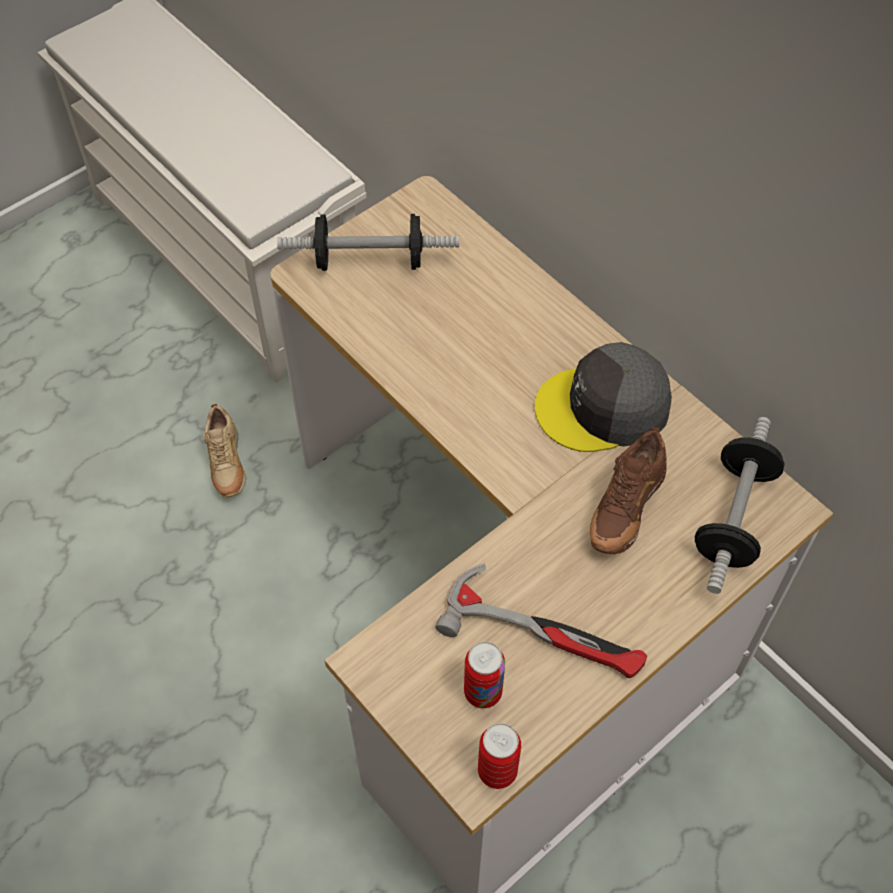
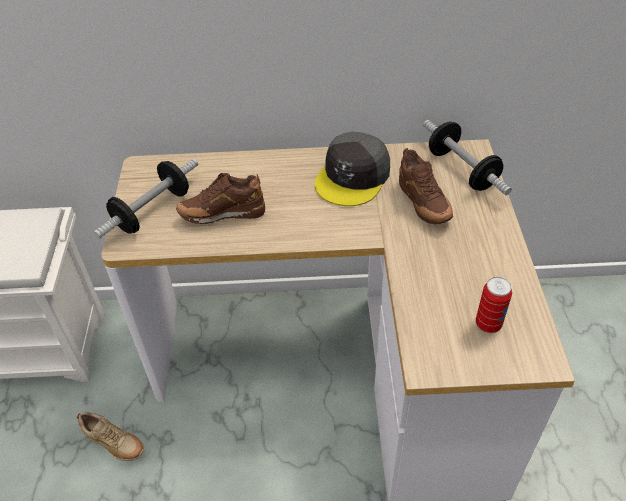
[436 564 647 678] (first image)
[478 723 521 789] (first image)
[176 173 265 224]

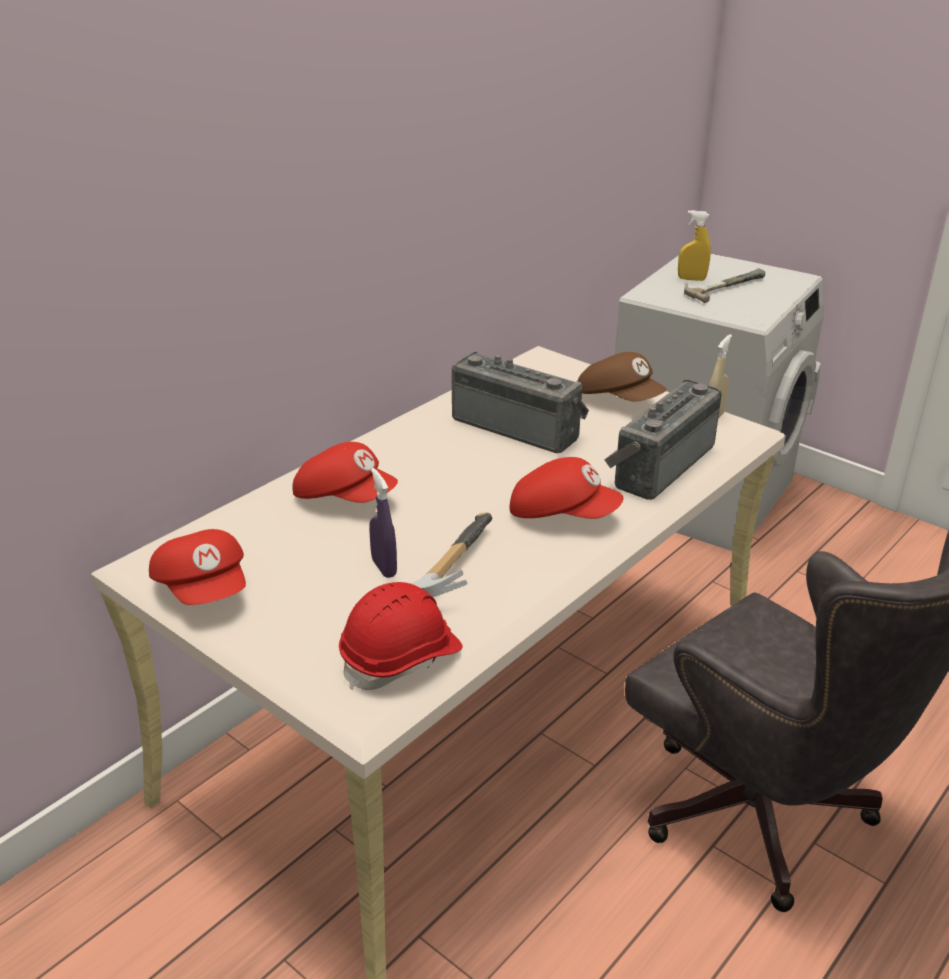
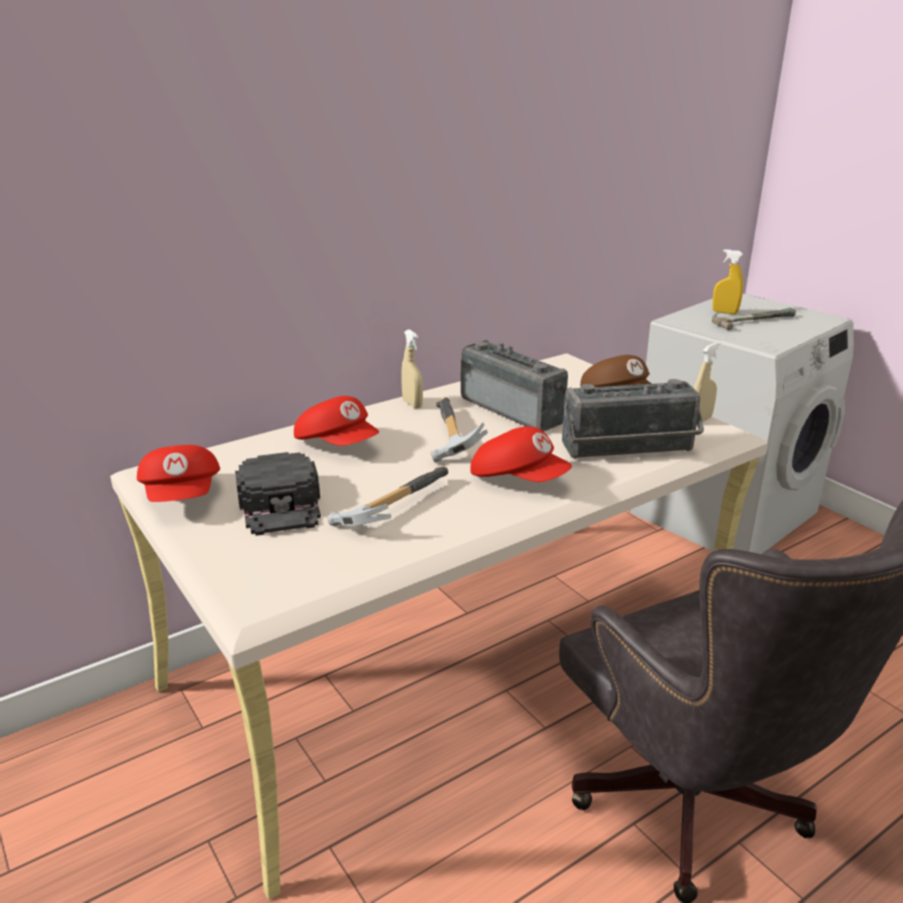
[339 582 463 690] (first image)
[369 468 397 578] (first image)
[235 452 321 536]
[401 329 423 408]
[430 397 488 463]
[562 379 704 459]

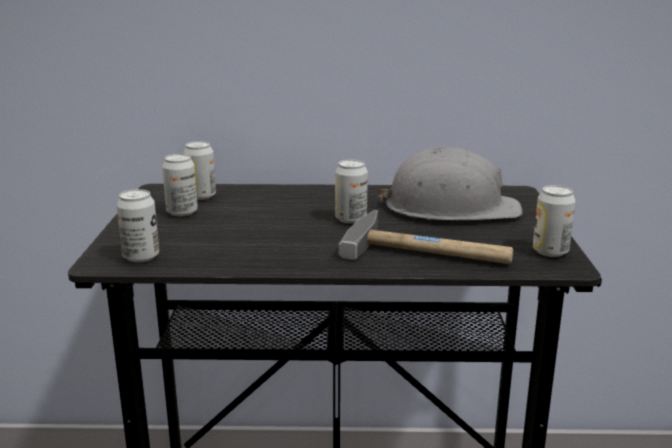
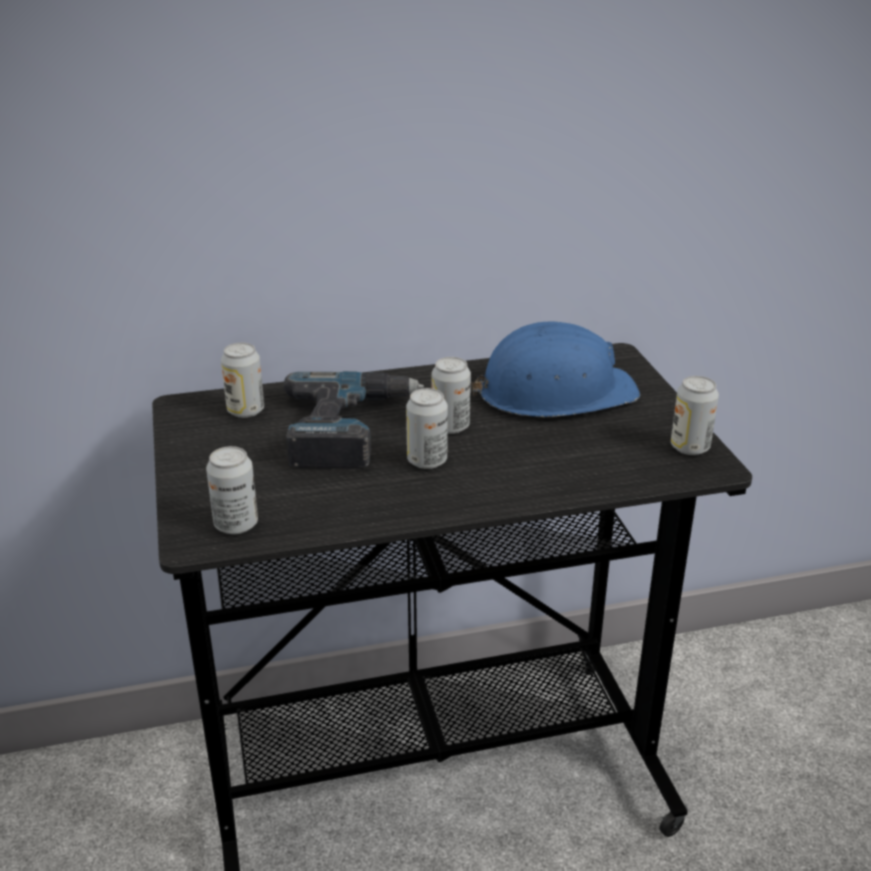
[339 210 513 264] (first image)
[284 371 424 469]
[406 388 448 469]
[471 322 640 417]

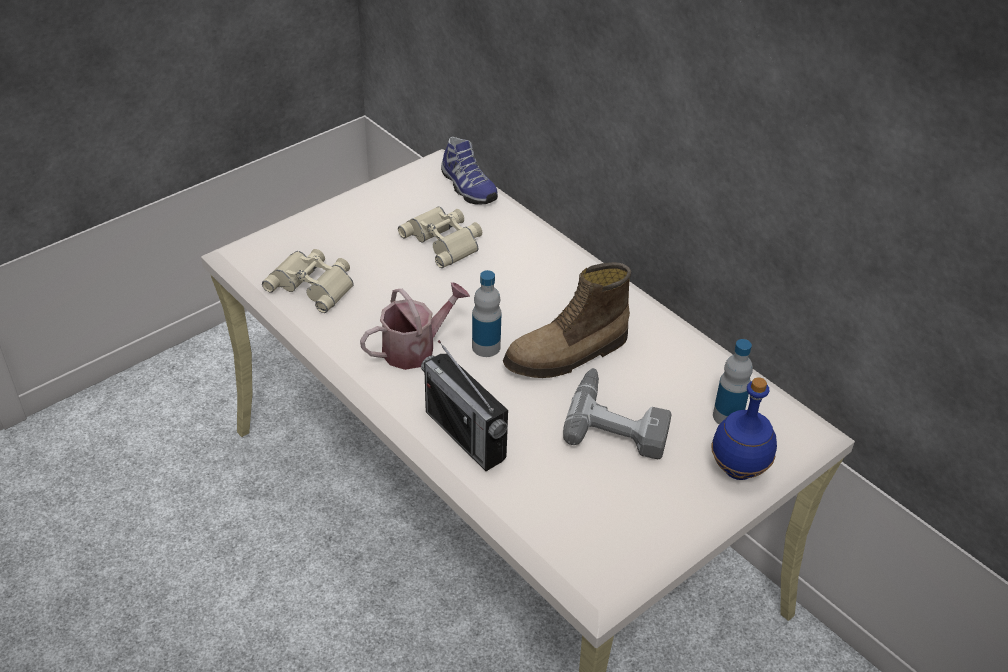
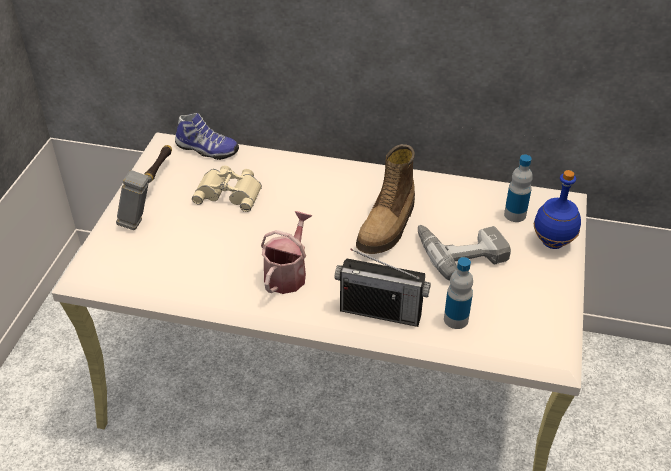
[262 249 354 313] (first image)
[116 145 172 230]
[444 257 473 329]

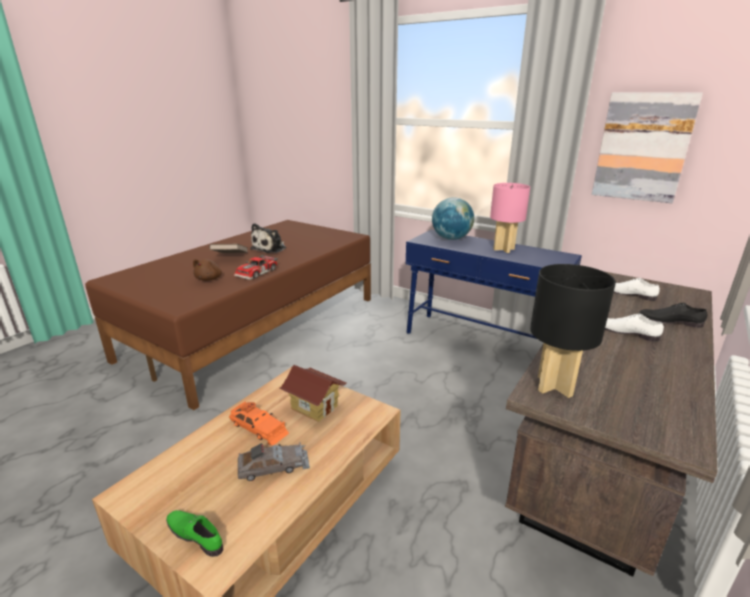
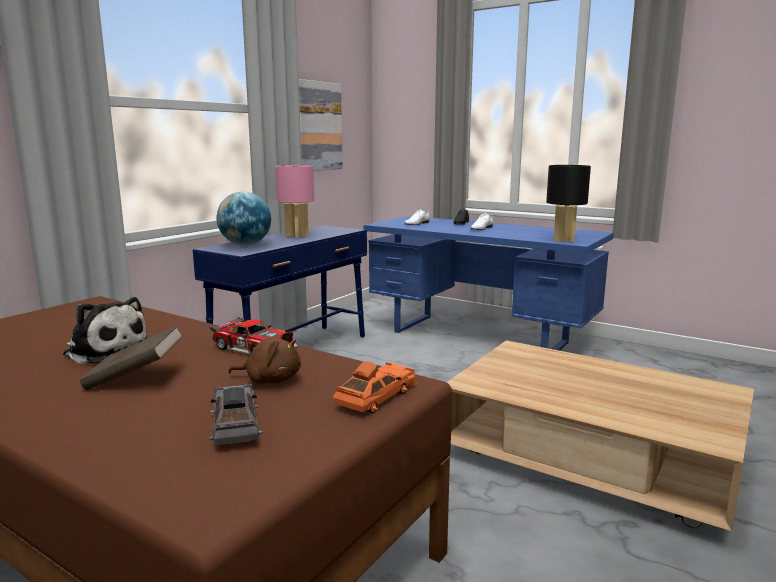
[166 510 224 557] (first image)
[279 365 347 422] (first image)
[333 361 418 414]
[208 384 263 445]
[363 216 614 351]

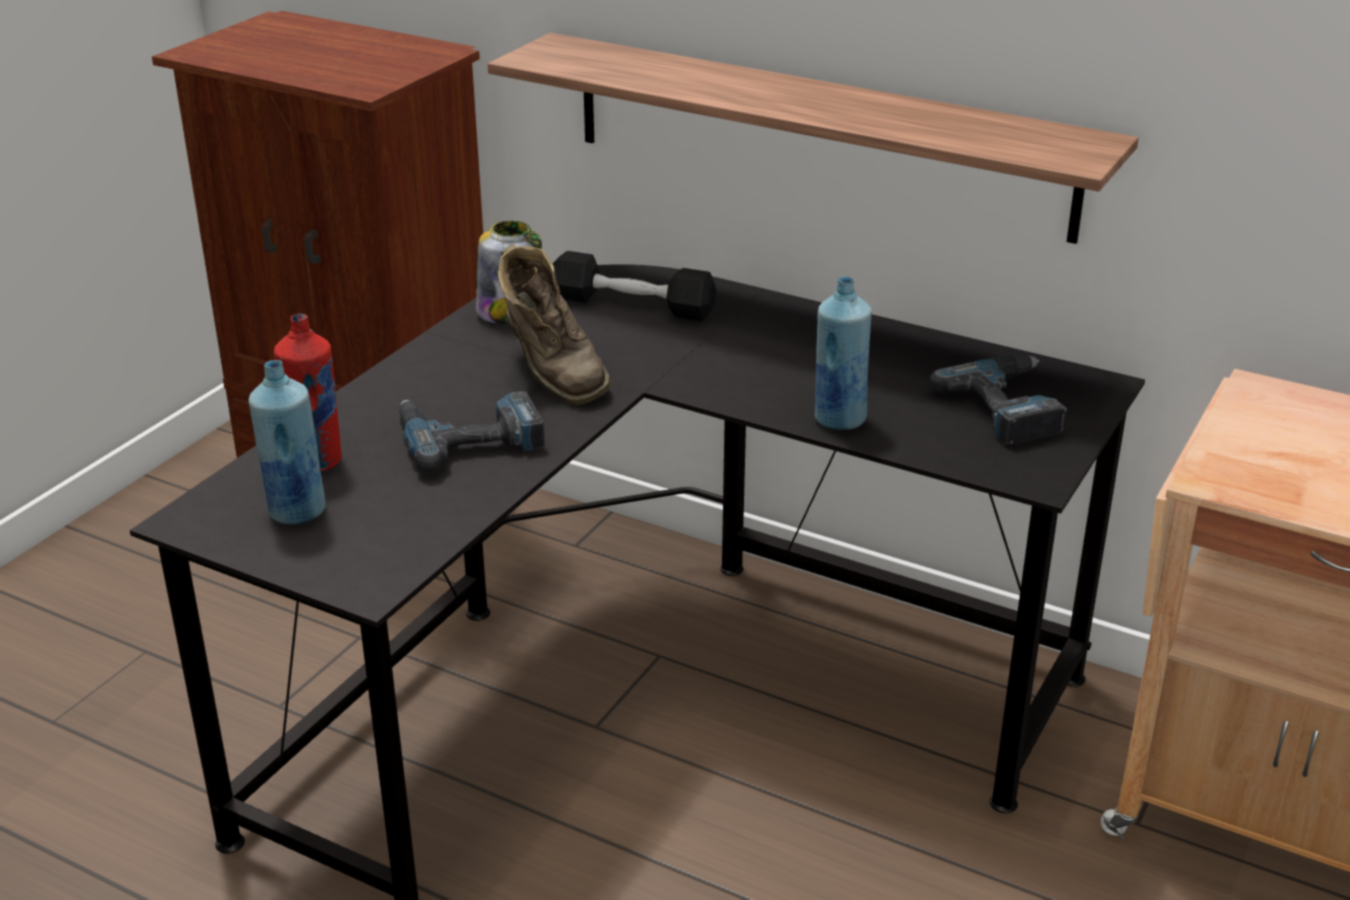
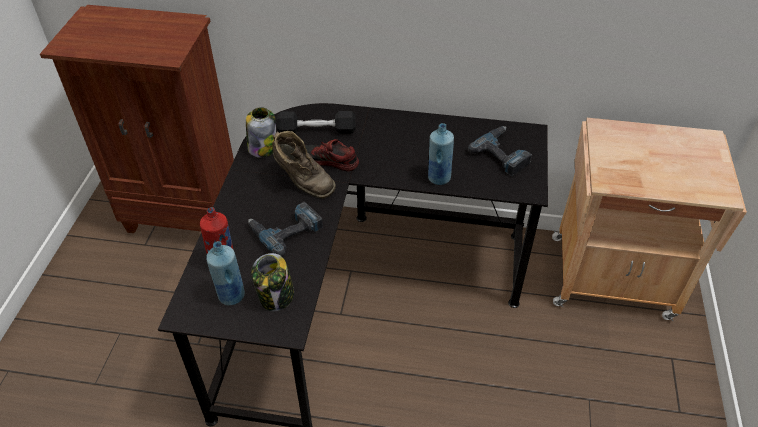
[488 33 1139 244] (first image)
[251 253 294 311]
[305 139 359 172]

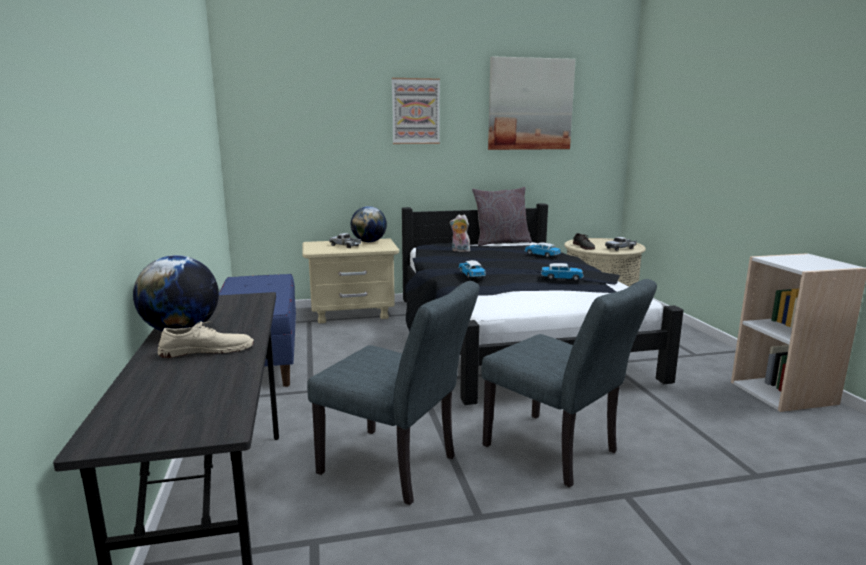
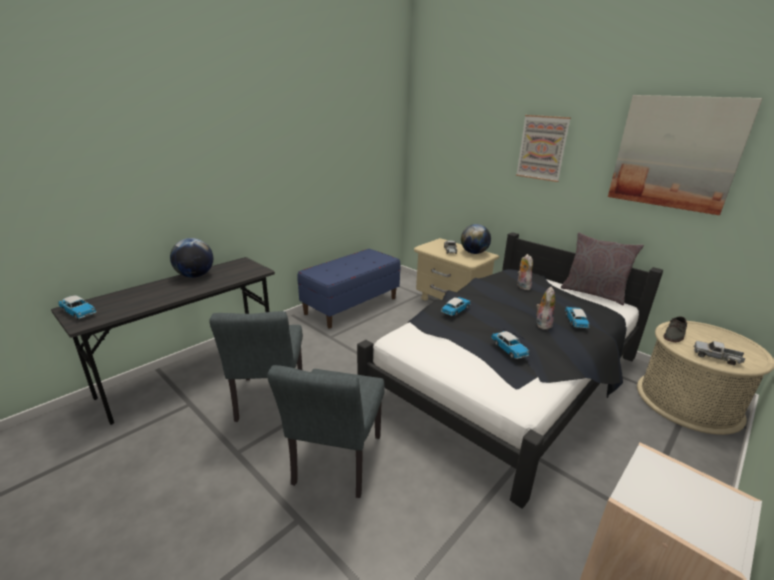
[158 321 254 358] (first image)
[58 295 97 320]
[536 287 555 330]

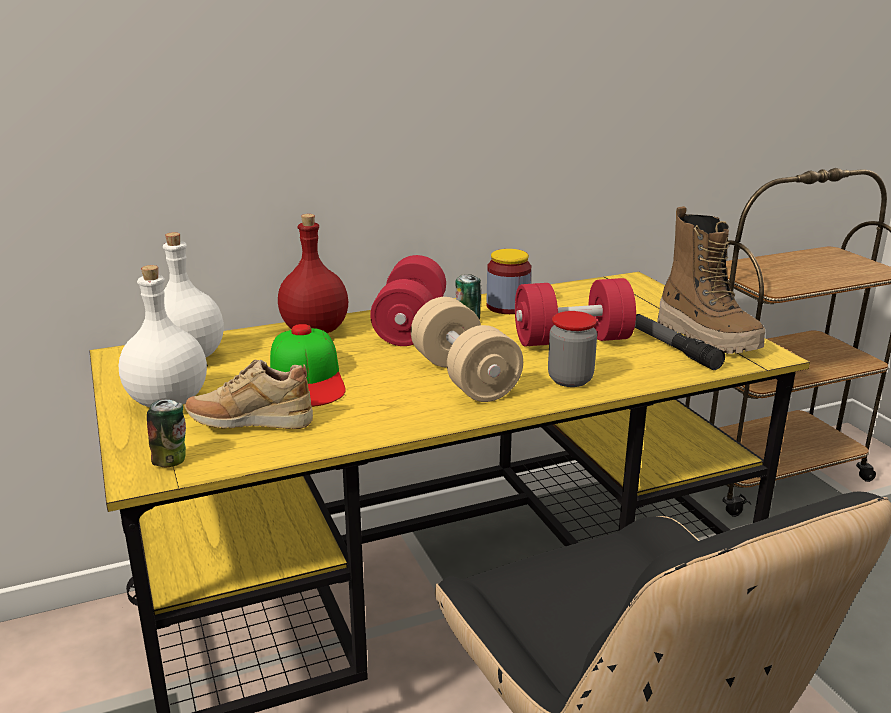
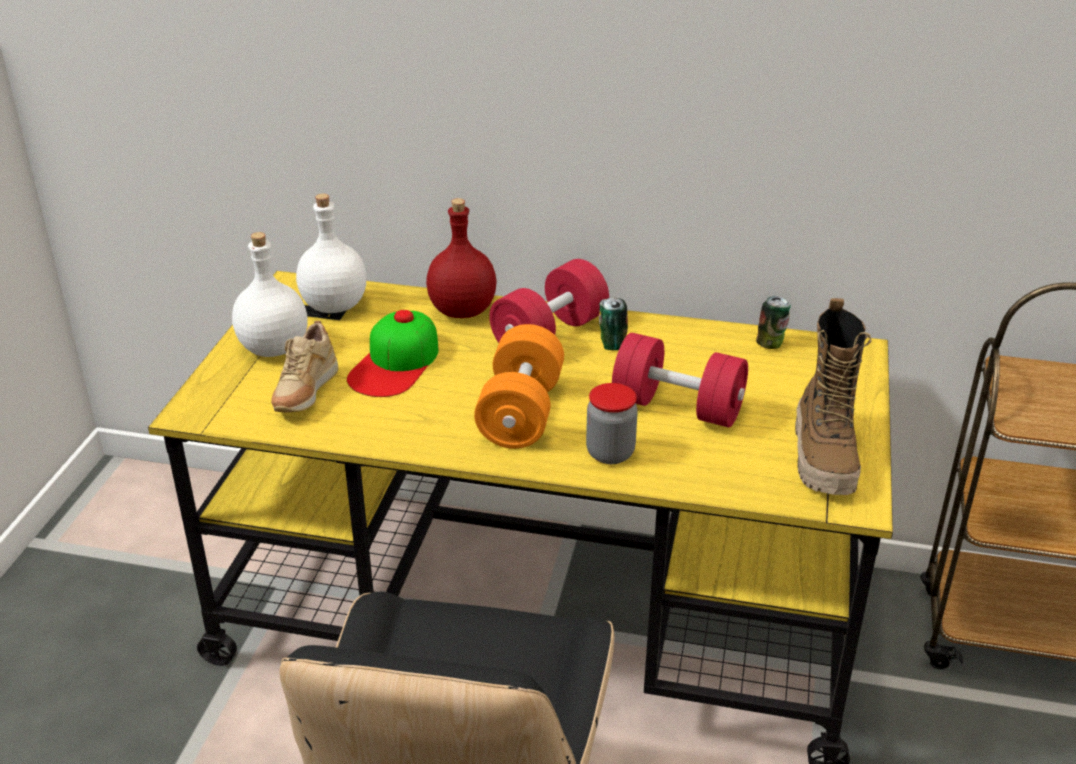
[486 249 531 314] (first image)
[635 314 725 370] (first image)
[756 296 791 349]
[474 324 564 449]
[271 321 339 412]

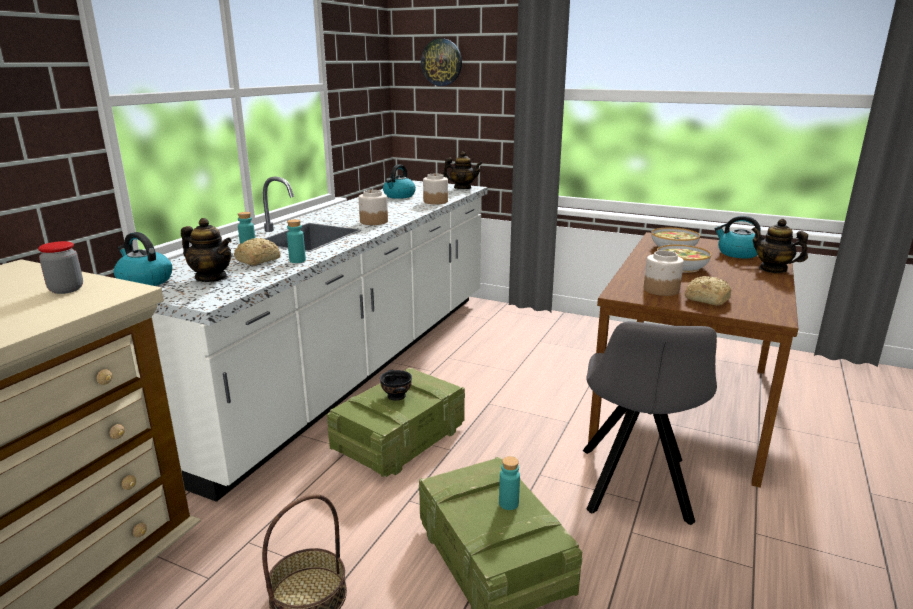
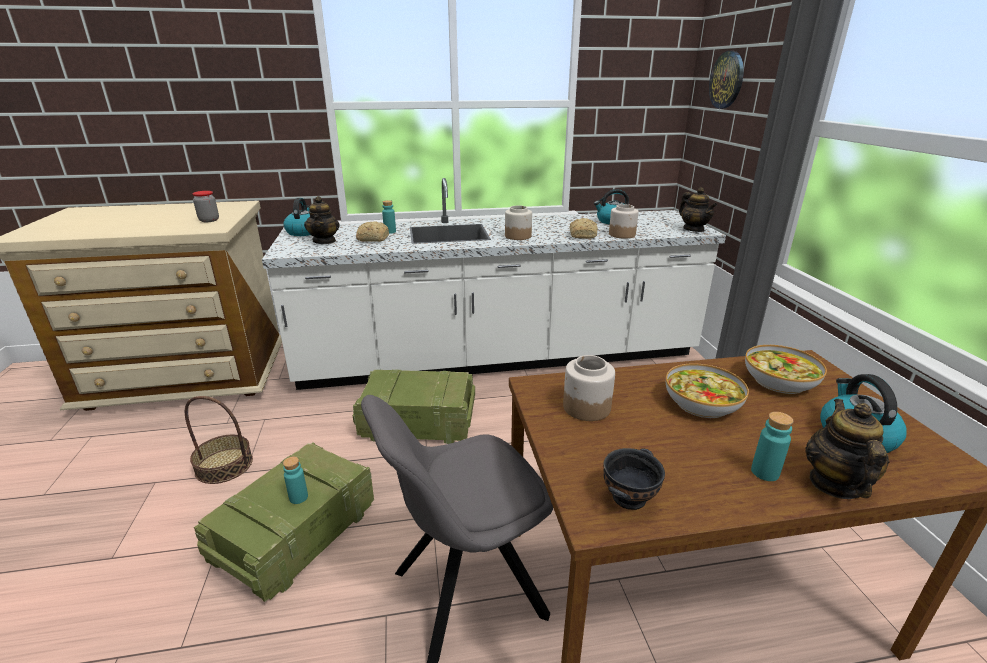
[751 412 794 481]
[603 448 665 510]
[569 218 598 239]

